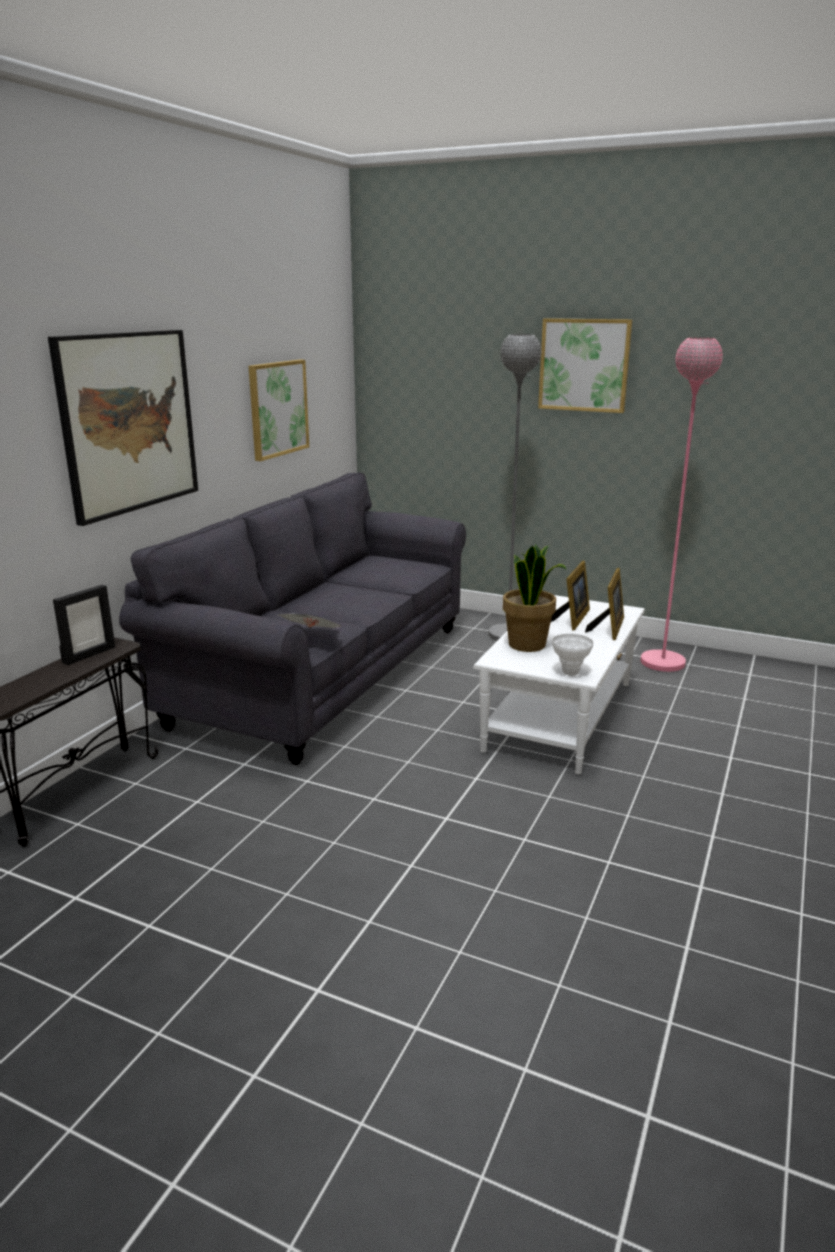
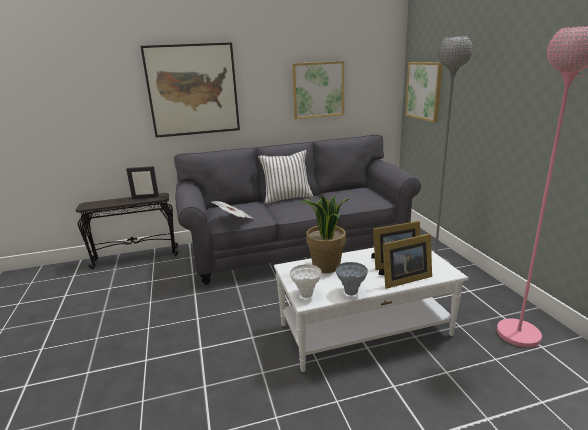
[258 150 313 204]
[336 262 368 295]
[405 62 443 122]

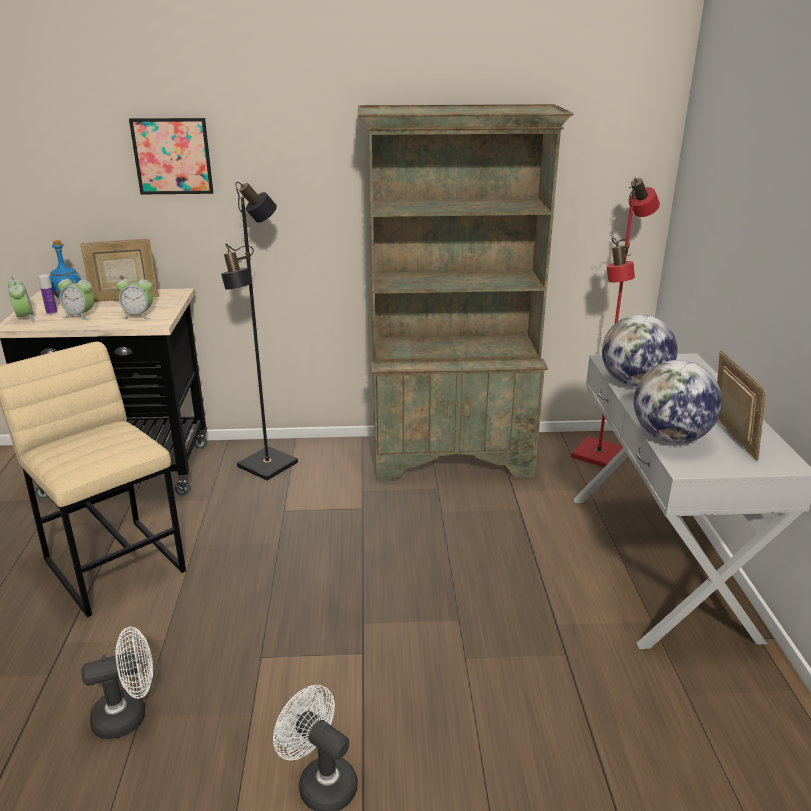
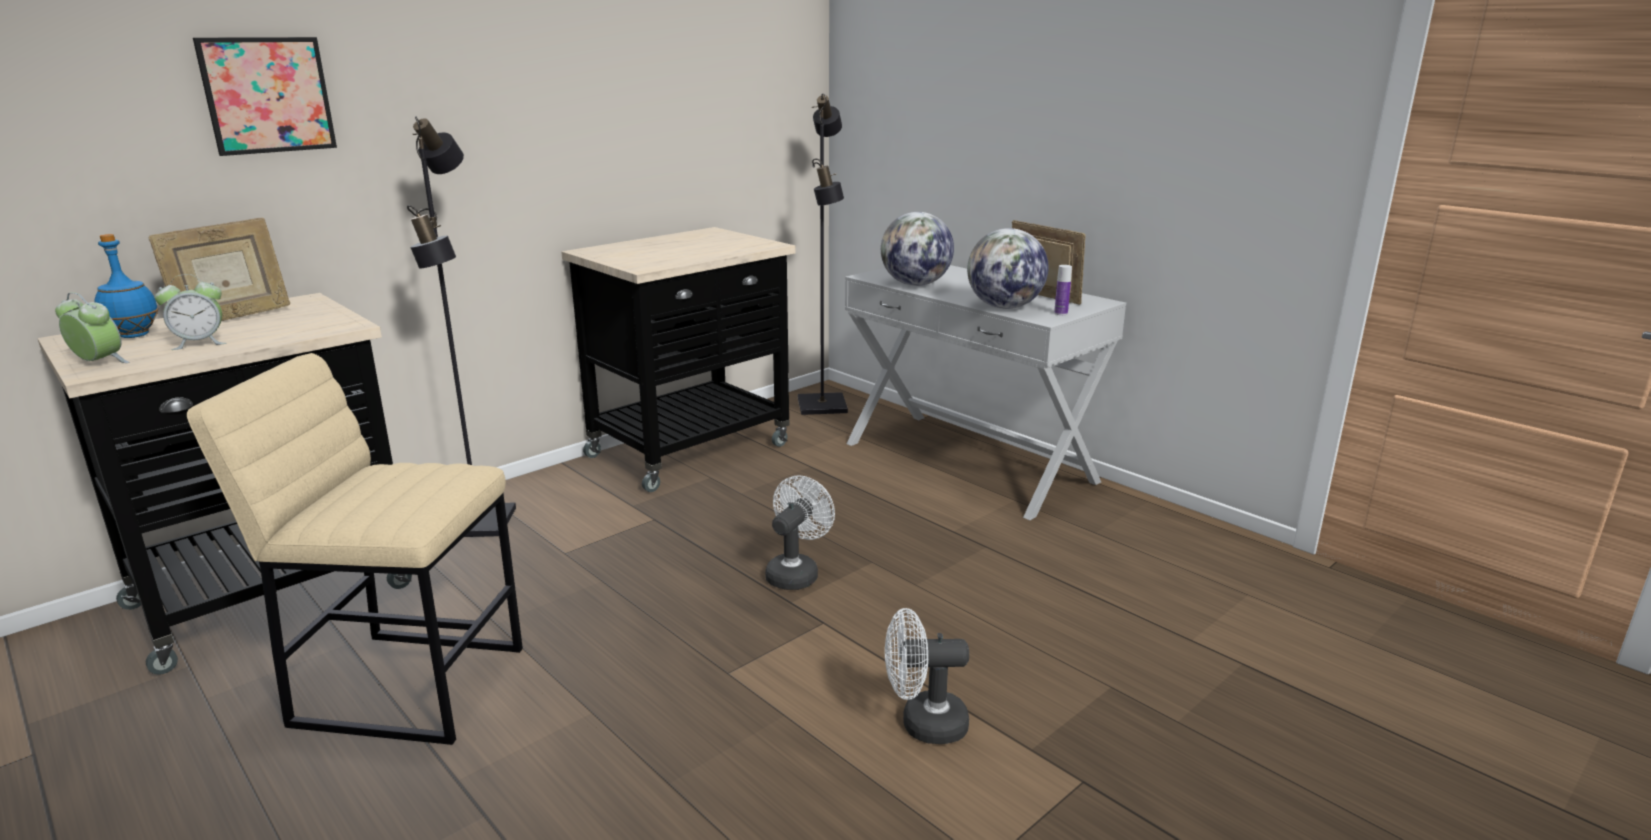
[116 274 153 319] (first image)
[1054 265 1072 315]
[765 475 835 590]
[561 227 795 492]
[798 93 848 415]

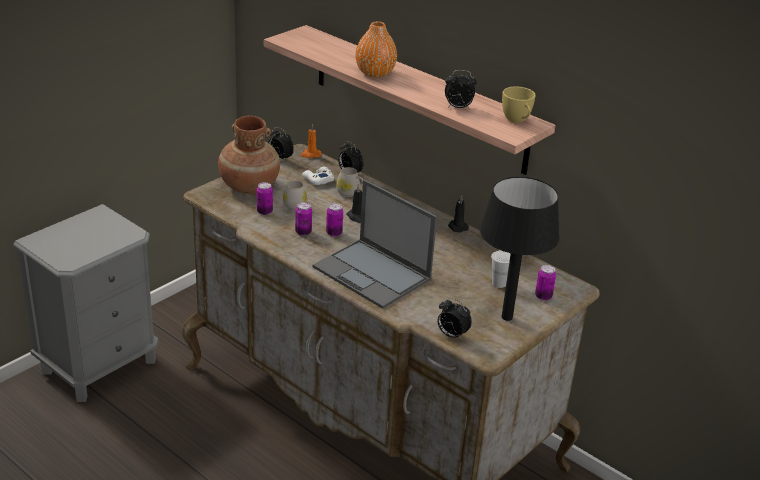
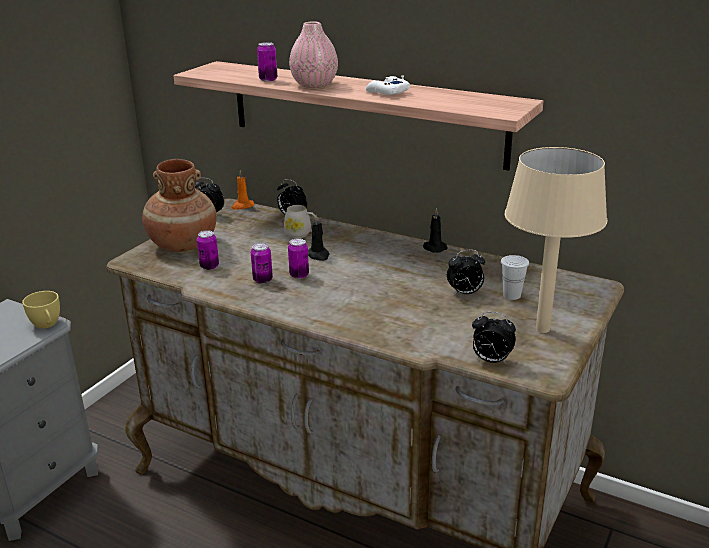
[283 180 307 211] (first image)
[312 180 437 309] (first image)
[366 75 410 95]
[447 250 485 295]
[22 291 60 329]
[257 42 277 81]
[289 22 338 88]
[505 147 607 333]

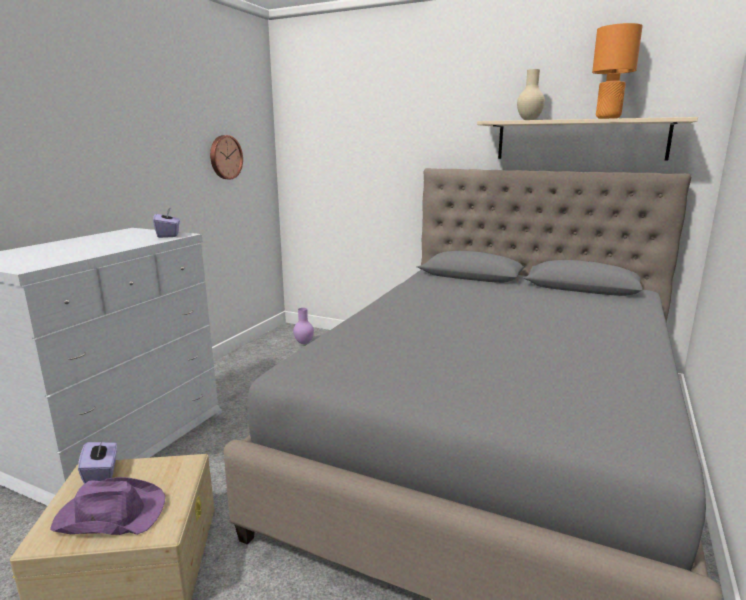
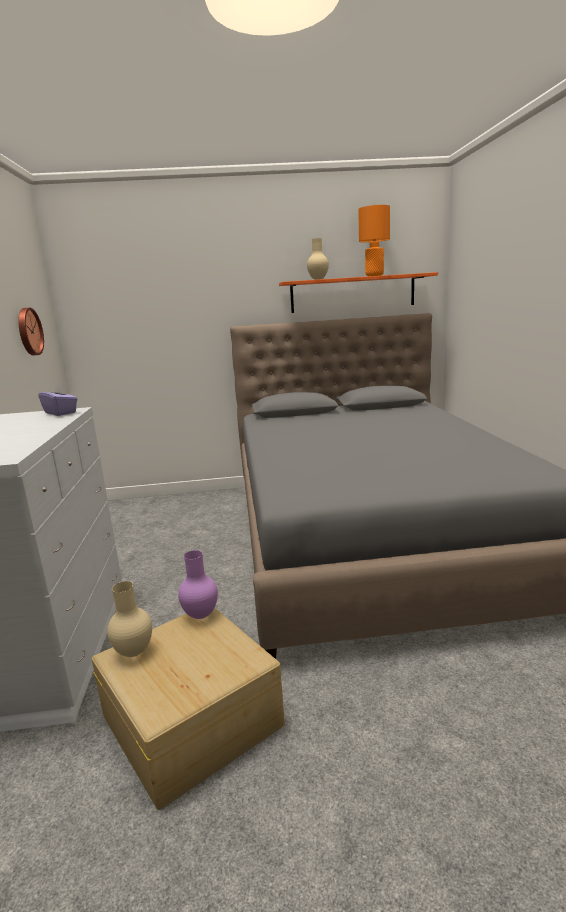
[50 477 165 535] (first image)
[178 550 218 619]
[107 581 152 657]
[279 272 438 313]

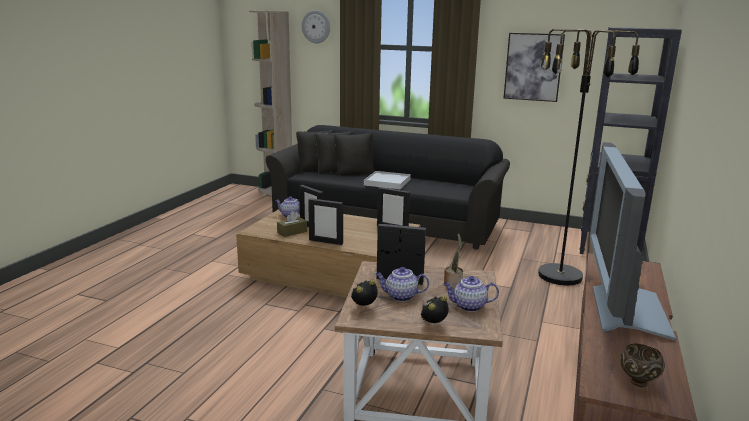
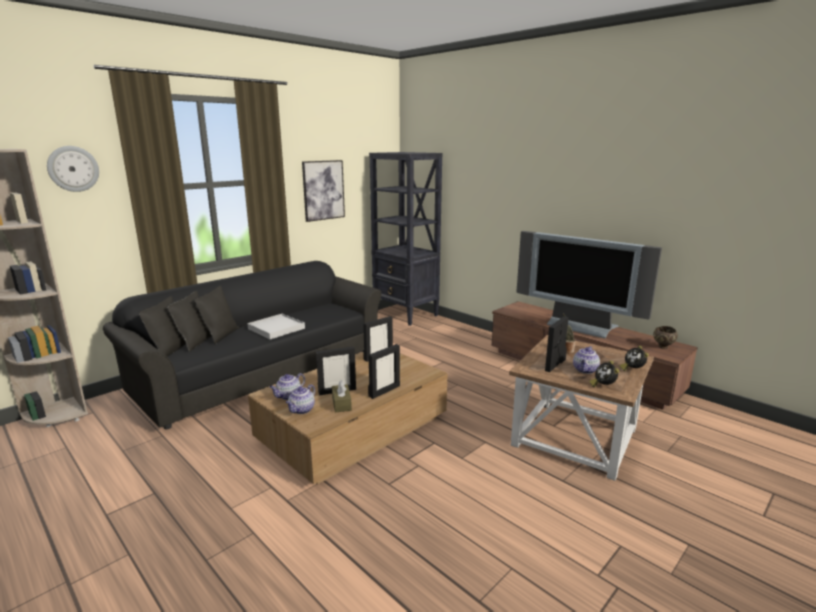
[538 29 640 286] (first image)
[286 384 315 414]

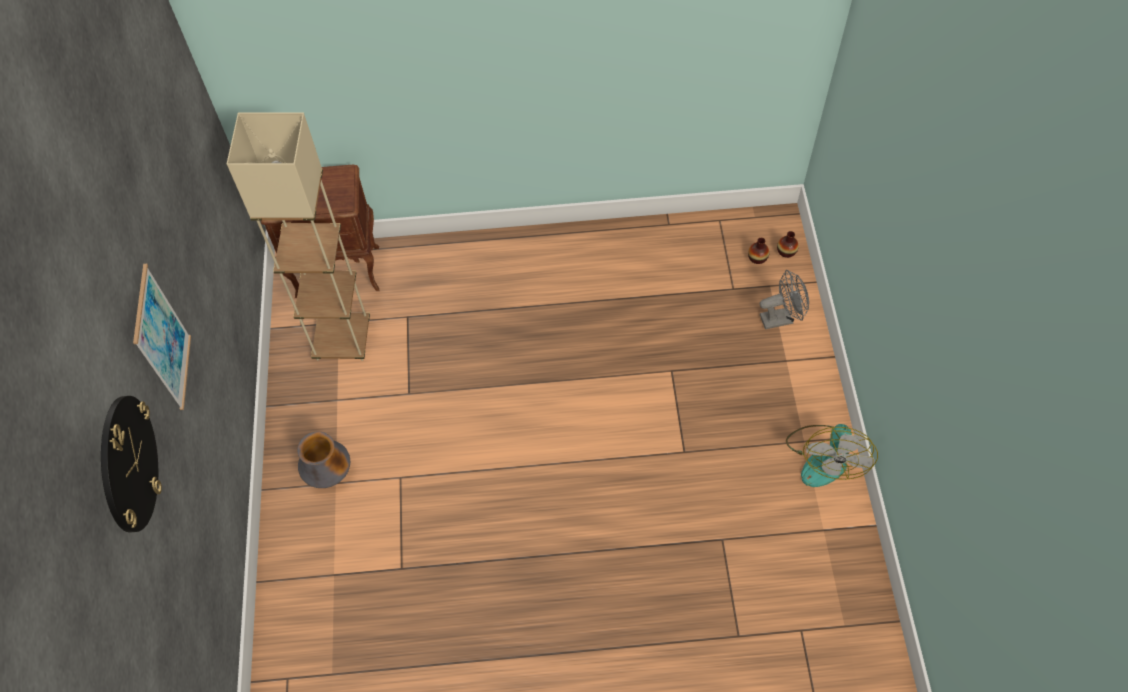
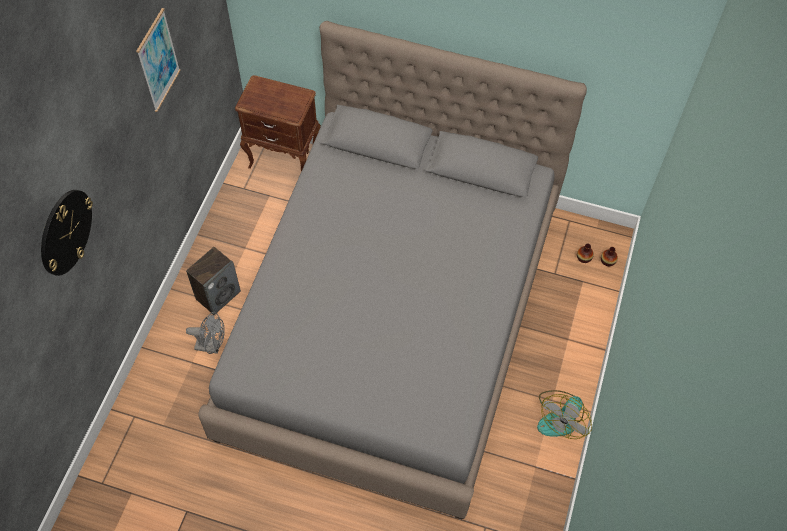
[227 112 370 361] (first image)
[198 21 587 519]
[136 8 181 112]
[186 312 225 354]
[186 247 241 315]

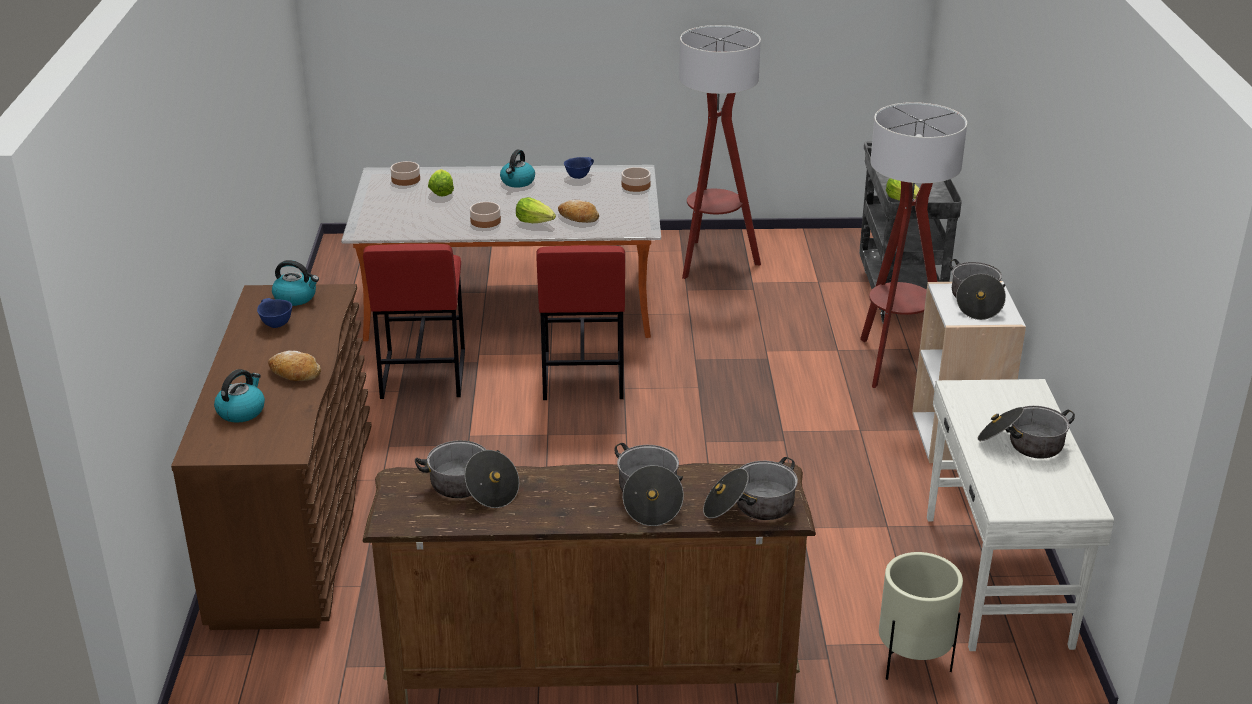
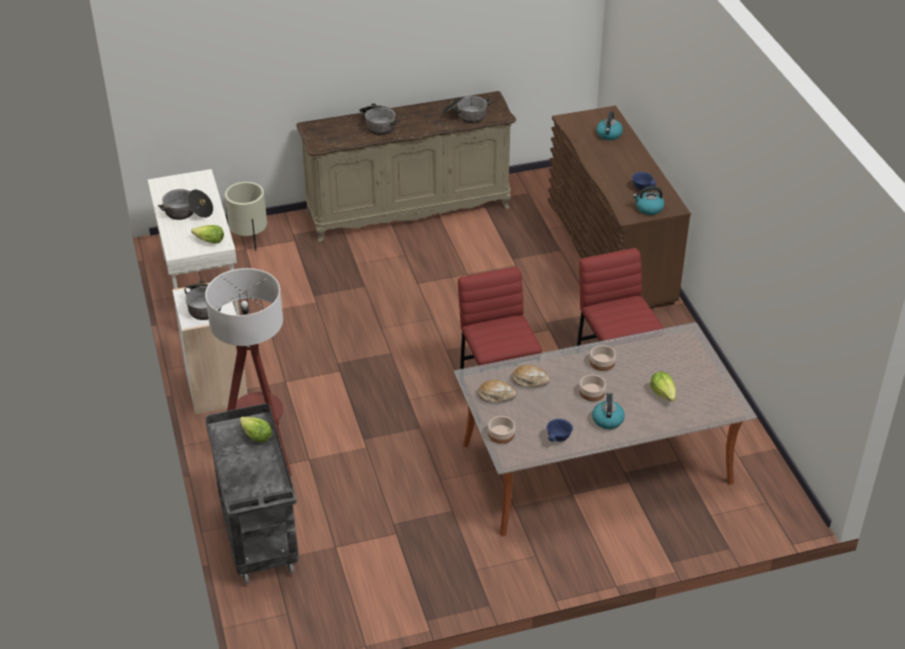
[679 25 761 279] (first image)
[703 457 798 520] (first image)
[478 380 517 402]
[579 375 606 401]
[191 225 224 244]

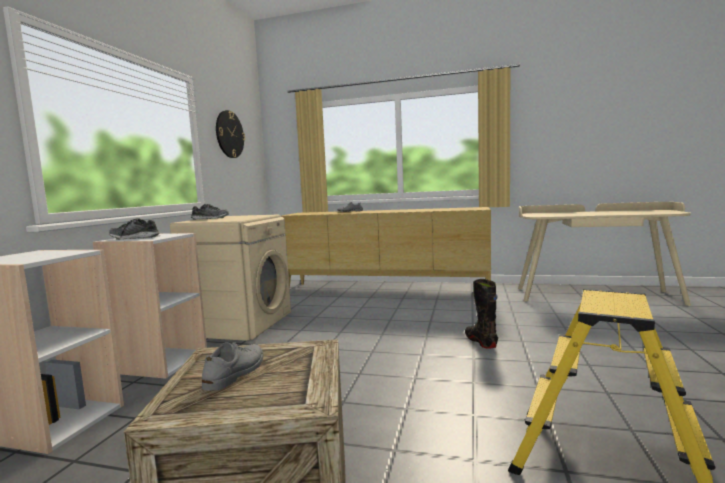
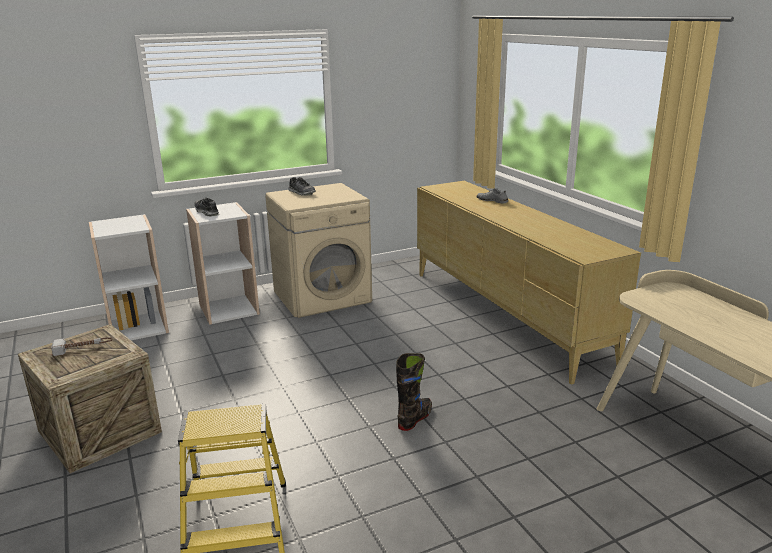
[216 110 245 158] (first image)
[51 337 112 356]

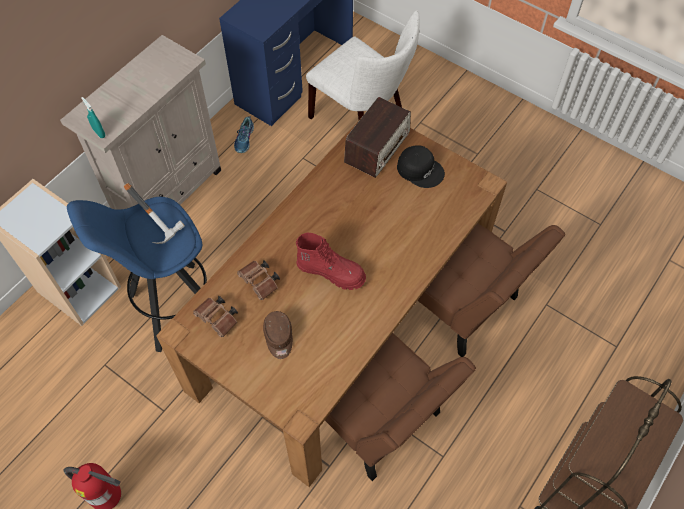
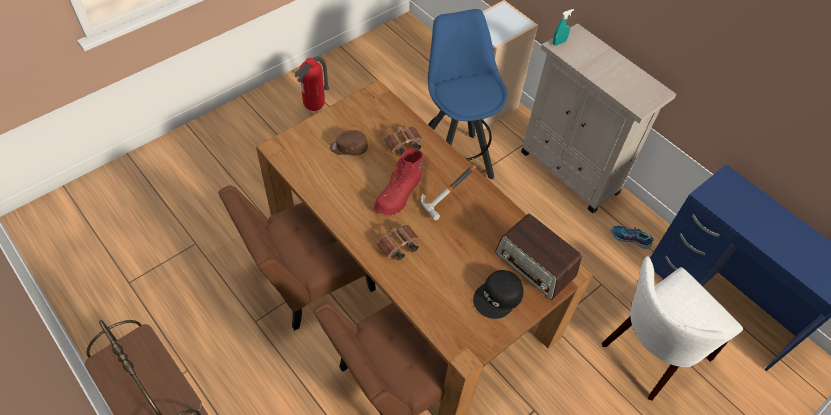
[421 165 476 220]
[377 224 419 261]

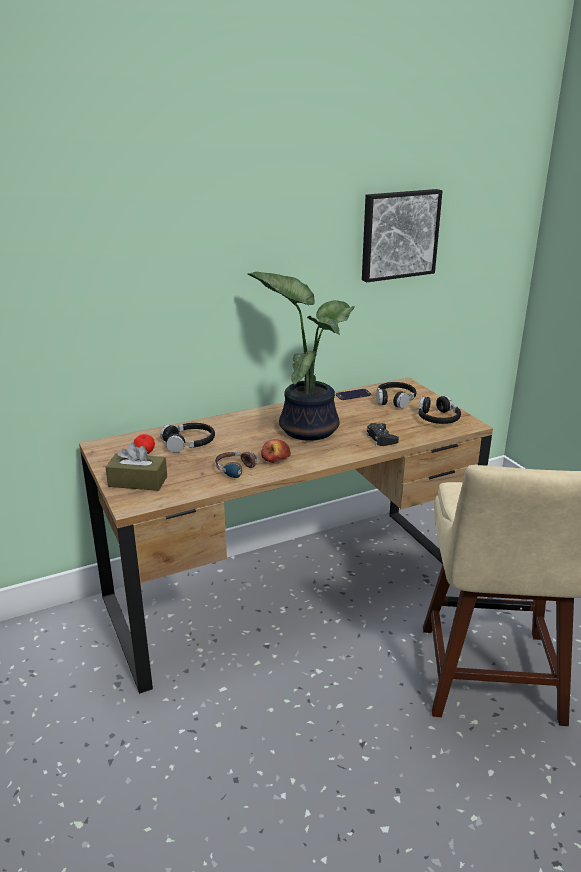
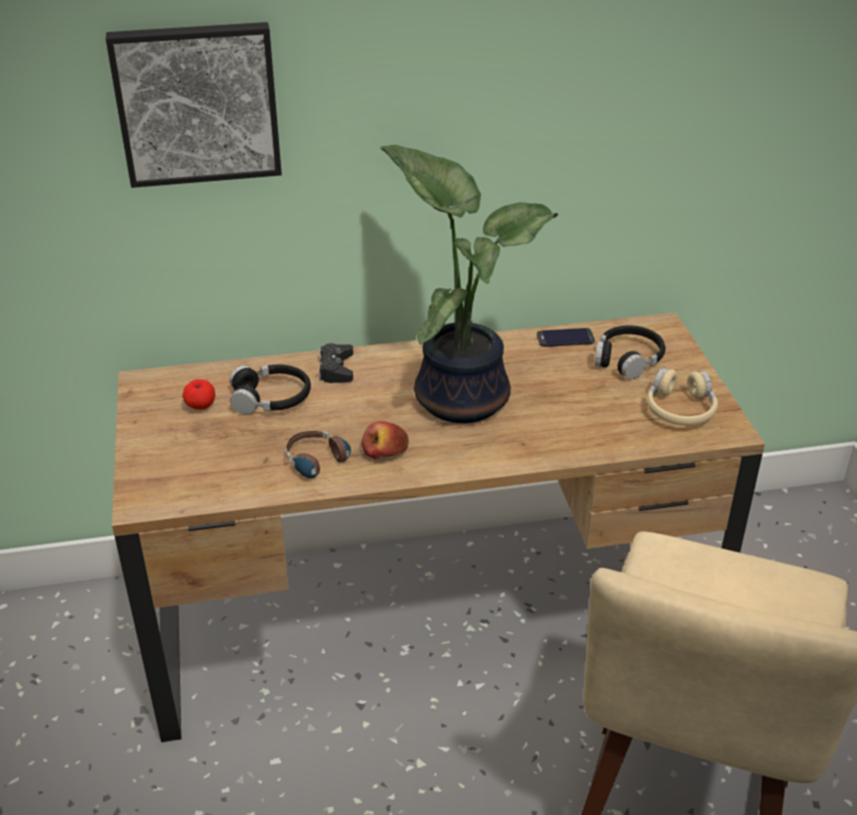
[105 443 167 491] (first image)
[106 22 282 188]
[319 343 353 383]
[647 367 718 426]

